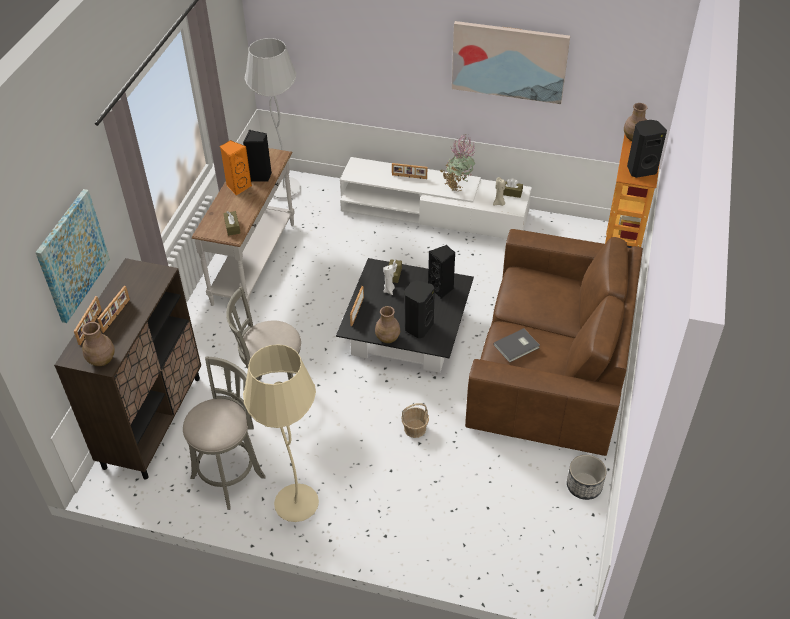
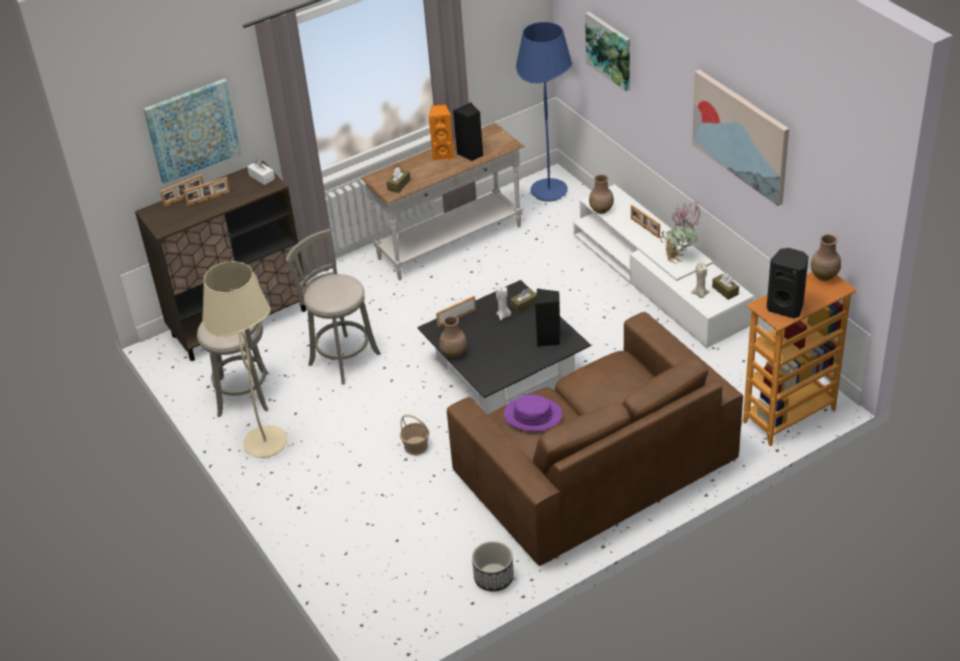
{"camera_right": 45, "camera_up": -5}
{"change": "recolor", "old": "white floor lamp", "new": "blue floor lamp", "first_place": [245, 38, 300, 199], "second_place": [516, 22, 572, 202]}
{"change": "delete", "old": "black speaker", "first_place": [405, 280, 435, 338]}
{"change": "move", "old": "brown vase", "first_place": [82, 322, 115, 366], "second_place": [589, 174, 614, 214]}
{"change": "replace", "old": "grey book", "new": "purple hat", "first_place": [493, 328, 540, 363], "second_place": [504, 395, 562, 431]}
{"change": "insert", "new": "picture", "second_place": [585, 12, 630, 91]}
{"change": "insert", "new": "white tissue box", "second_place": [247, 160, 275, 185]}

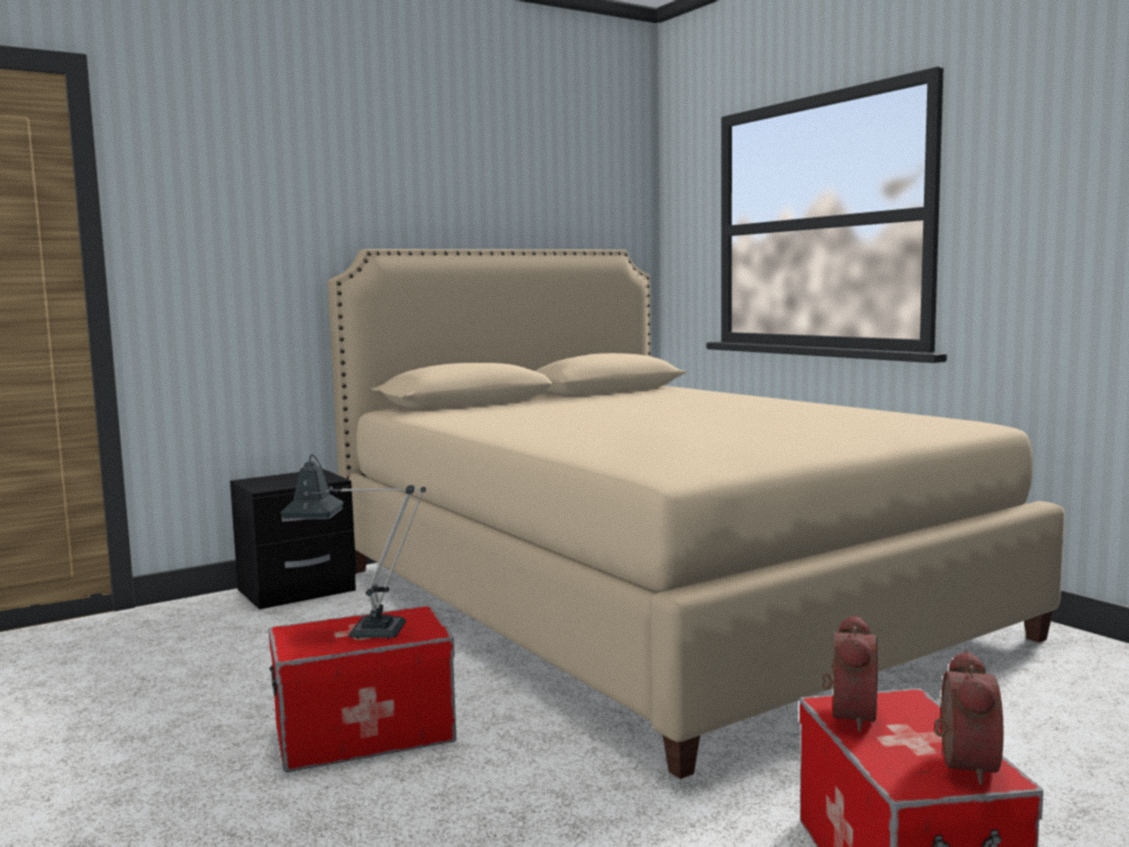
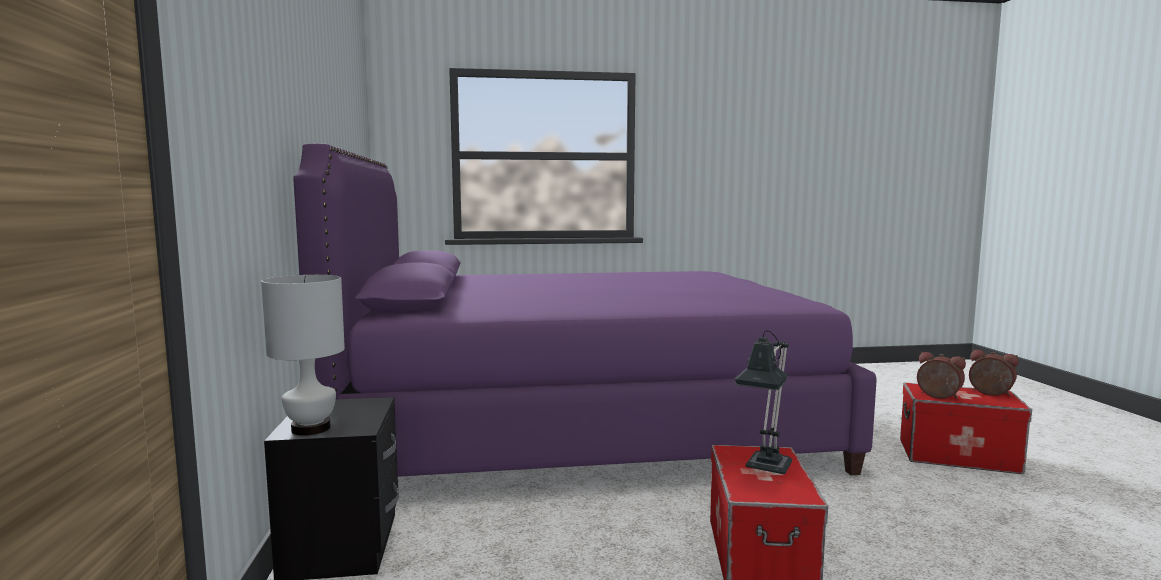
{"camera_right": -65, "camera_up": 0}
{"change": "recolor", "old": "beige bed", "new": "purple bed", "first_place": [327, 249, 1065, 779], "second_place": [294, 143, 877, 477]}
{"change": "insert", "new": "white table lamp", "second_place": [261, 275, 345, 436]}

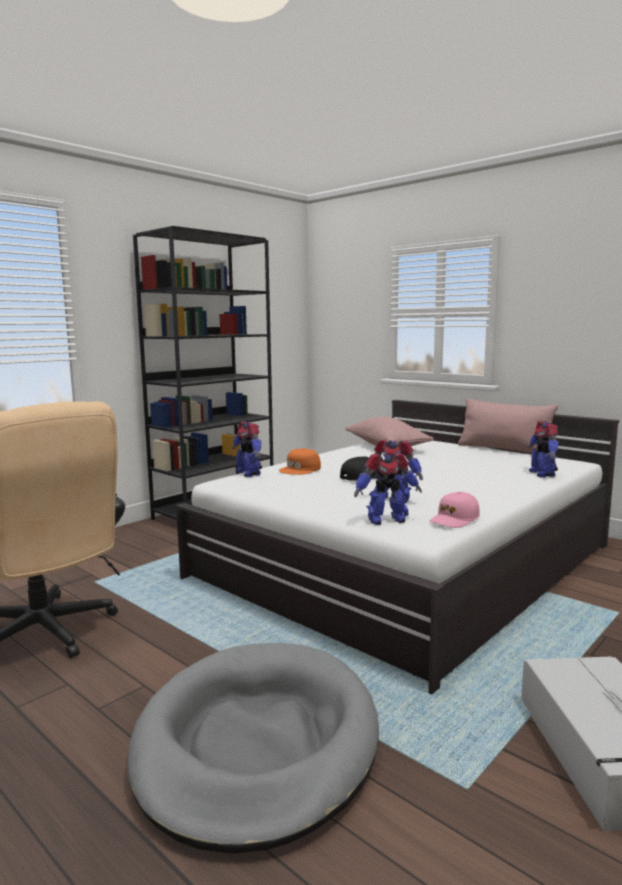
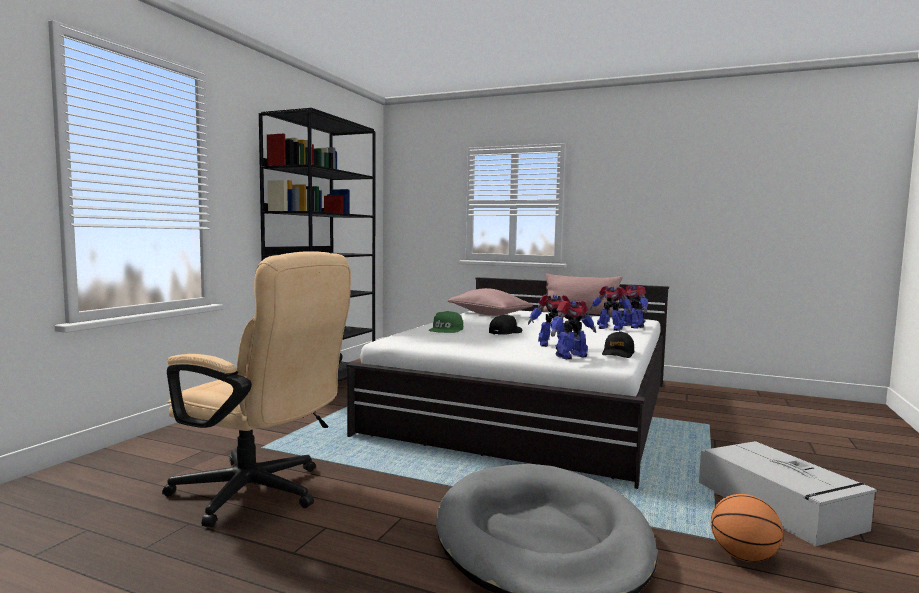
{"camera_right": -20, "camera_up": -5}
{"change": "move", "old": "toy robot", "first_place": [232, 421, 262, 477], "second_place": [590, 286, 632, 331]}
{"change": "recolor", "old": "orange cap", "new": "green cap", "first_place": [279, 448, 321, 475], "second_place": [429, 311, 463, 333]}
{"change": "recolor", "old": "pink cap", "new": "black cap", "first_place": [429, 492, 480, 528], "second_place": [602, 331, 635, 358]}
{"change": "insert", "new": "basketball", "second_place": [711, 494, 783, 562]}

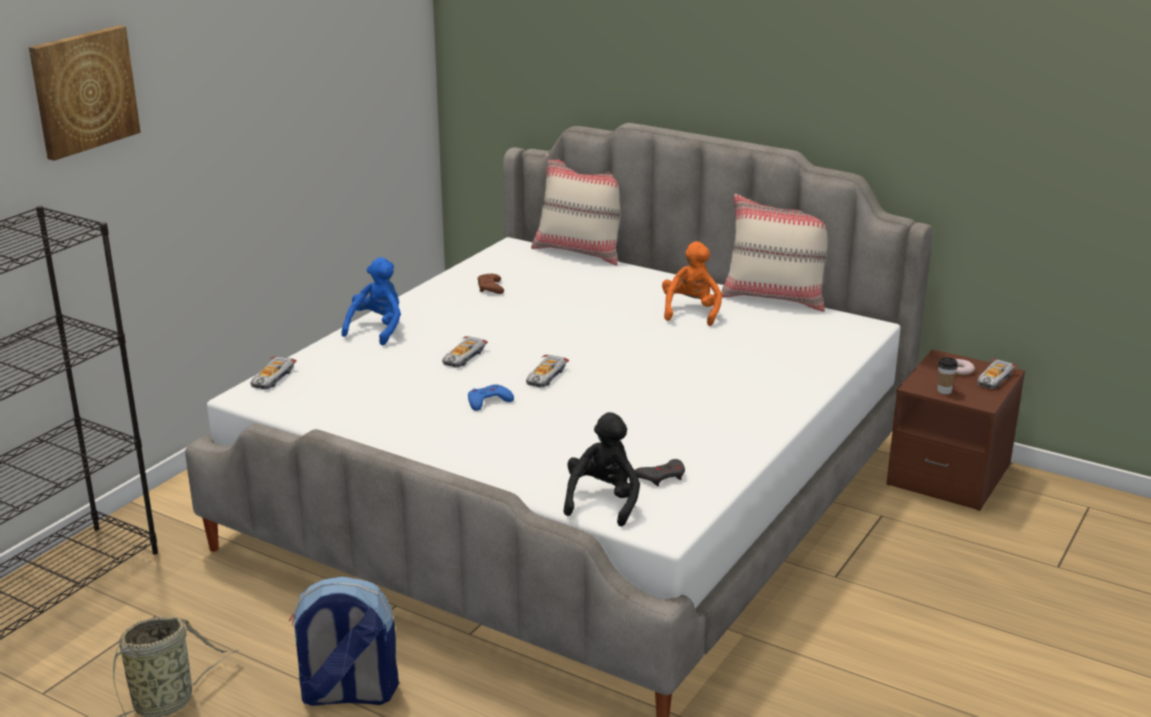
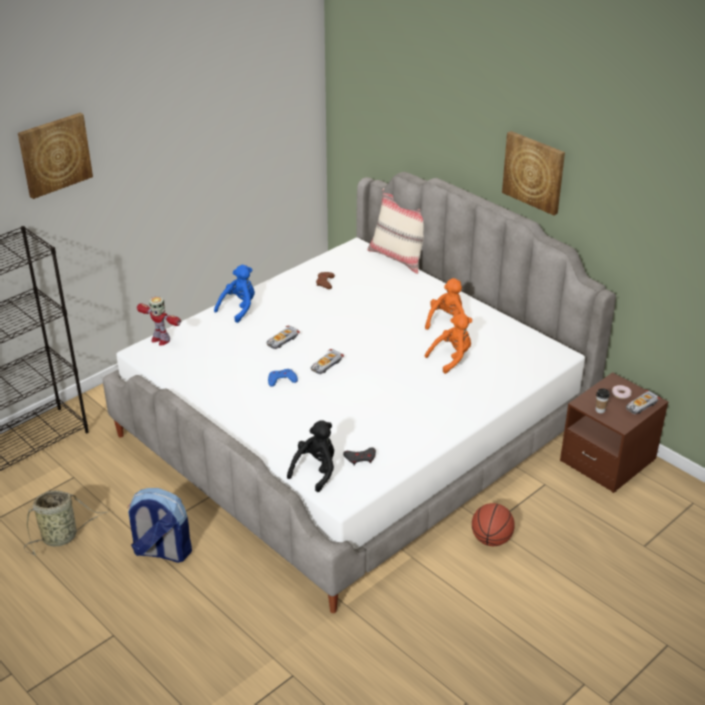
{"camera_right": 15, "camera_up": 10}
{"change": "delete", "old": "beige pillow", "first_place": [721, 194, 828, 312]}
{"change": "replace", "old": "toy car", "new": "toy robot", "first_place": [251, 356, 297, 389], "second_place": [137, 296, 181, 346]}
{"change": "insert", "new": "picture", "second_place": [502, 131, 565, 215]}
{"change": "insert", "new": "orange plush toy", "second_place": [425, 313, 472, 374]}
{"change": "insert", "new": "basketball", "second_place": [472, 503, 515, 546]}

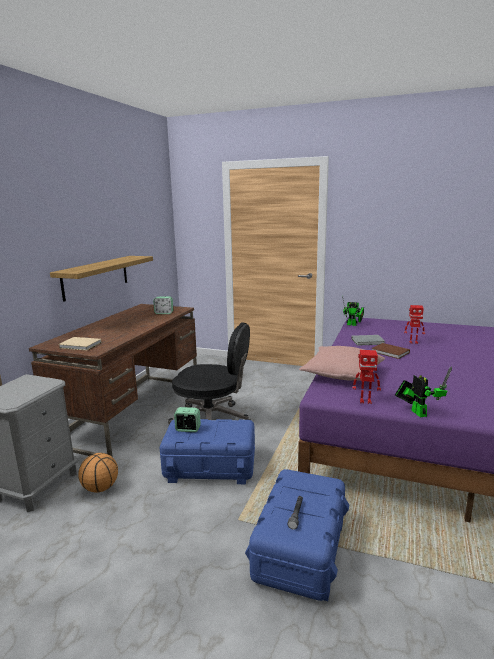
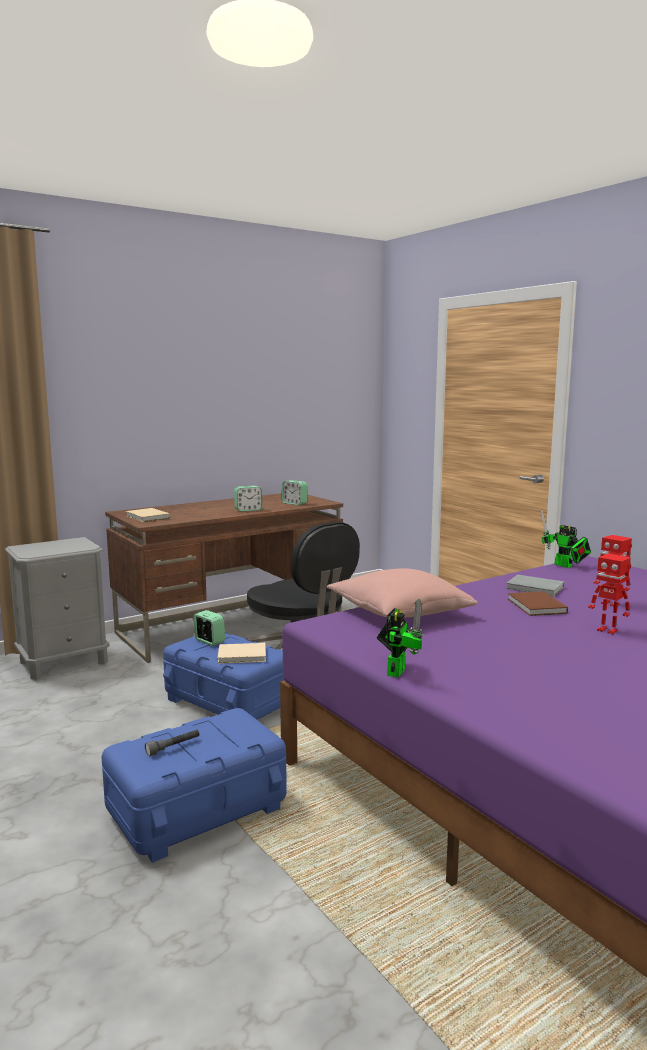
{"camera_right": 35, "camera_up": -5}
{"change": "delete", "old": "shelf", "first_place": [50, 256, 153, 302]}
{"change": "move", "old": "toy robot", "first_place": [352, 350, 381, 404], "second_place": [588, 553, 631, 635]}
{"change": "delete", "old": "basketball", "first_place": [78, 453, 118, 493]}
{"change": "insert", "new": "alarm clock", "second_place": [234, 486, 263, 512]}
{"change": "insert", "new": "beige book", "second_place": [218, 643, 266, 664]}

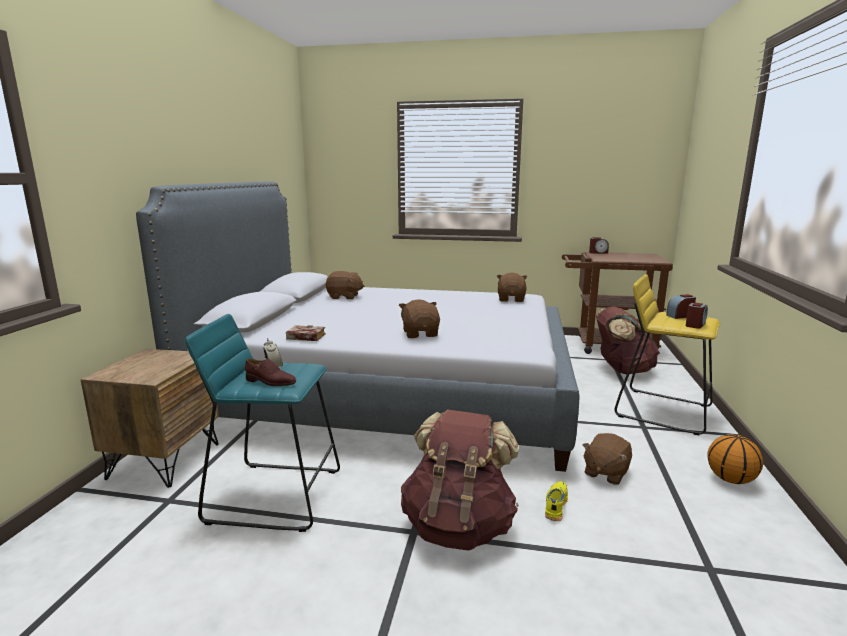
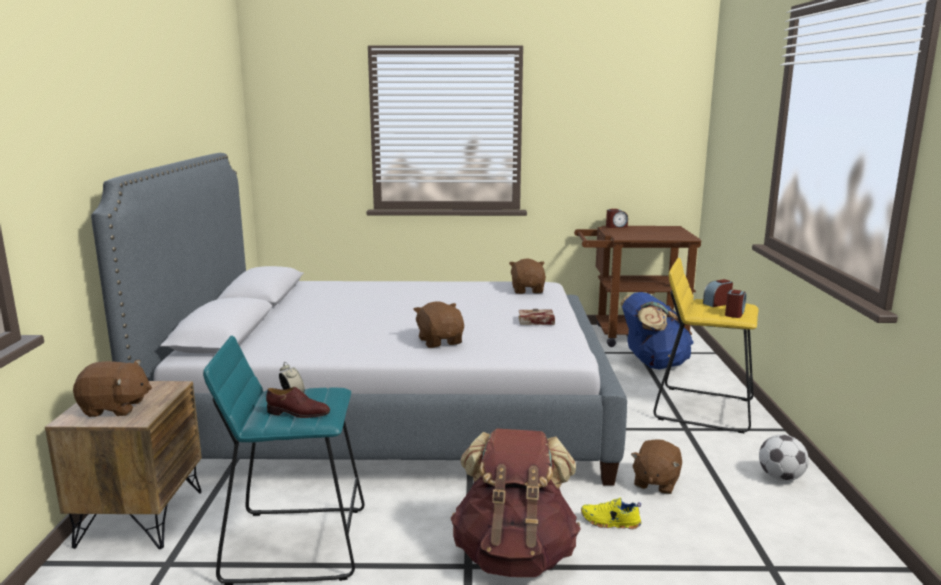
{"camera_right": -10, "camera_up": 0}
{"change": "move", "old": "brown plush toy", "first_place": [326, 271, 364, 299], "second_place": [73, 360, 152, 417]}
{"change": "recolor", "old": "brown backpack", "new": "blue backpack", "first_place": [595, 307, 660, 374], "second_place": [619, 292, 694, 370]}
{"change": "move", "old": "book", "first_place": [286, 325, 325, 341], "second_place": [519, 309, 555, 325]}
{"change": "replace", "old": "basketball", "new": "football", "first_place": [707, 434, 763, 484], "second_place": [759, 434, 809, 481]}
{"change": "rotate", "old": "yellow shoe", "first_place": [545, 481, 568, 521], "second_place": [581, 498, 642, 529], "degrees": -90}

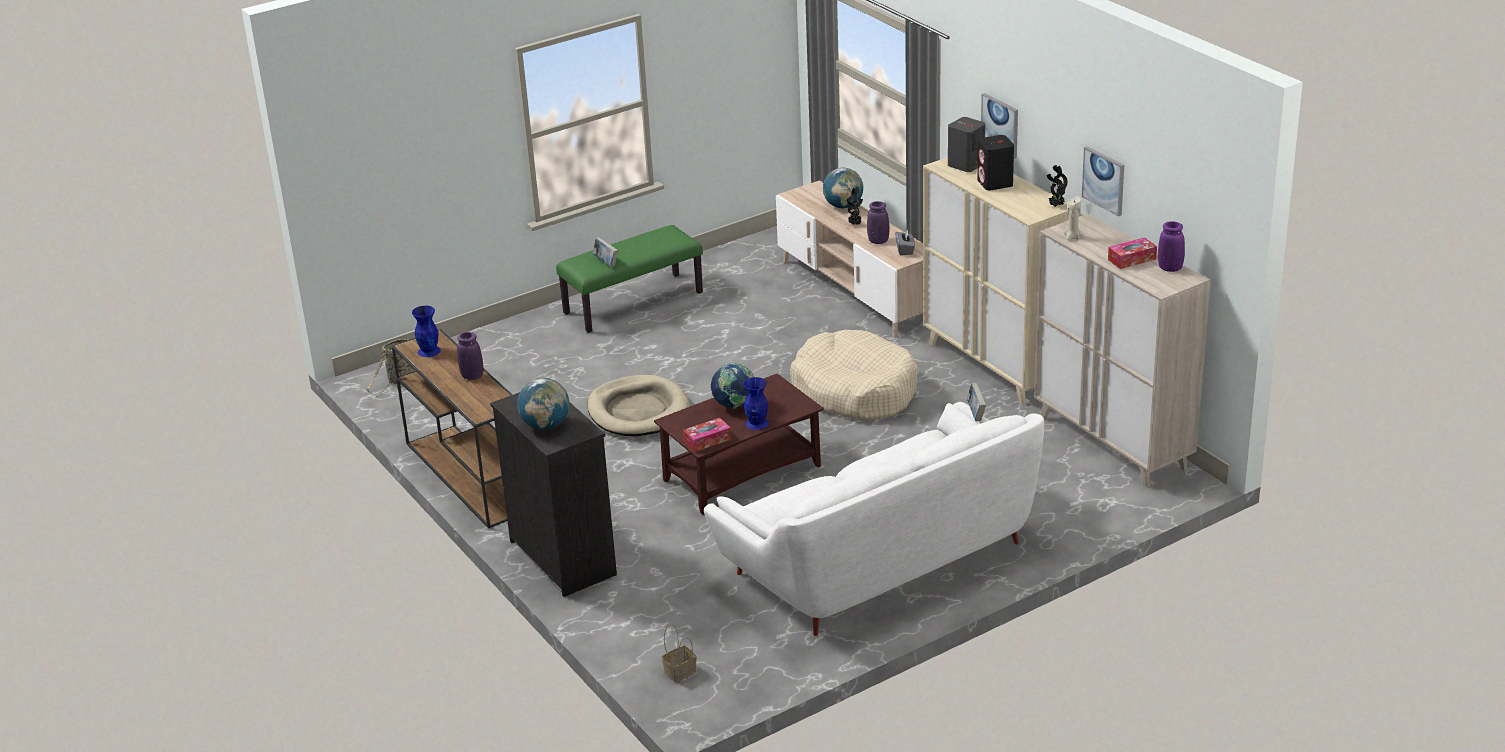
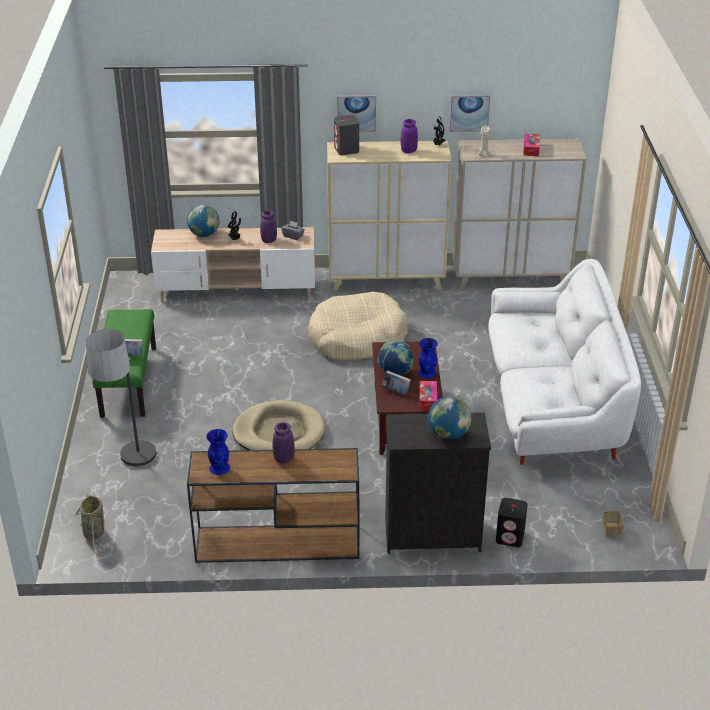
{"camera_right": -60, "camera_up": 5}
{"change": "move", "old": "black speaker", "first_place": [977, 135, 1014, 190], "second_place": [496, 498, 528, 547]}
{"change": "move", "old": "purple vase", "first_place": [1158, 221, 1185, 272], "second_place": [401, 119, 418, 153]}
{"change": "move", "old": "book", "first_place": [967, 383, 986, 421], "second_place": [382, 370, 411, 395]}
{"change": "insert", "new": "floor lamp", "second_place": [86, 329, 162, 470]}

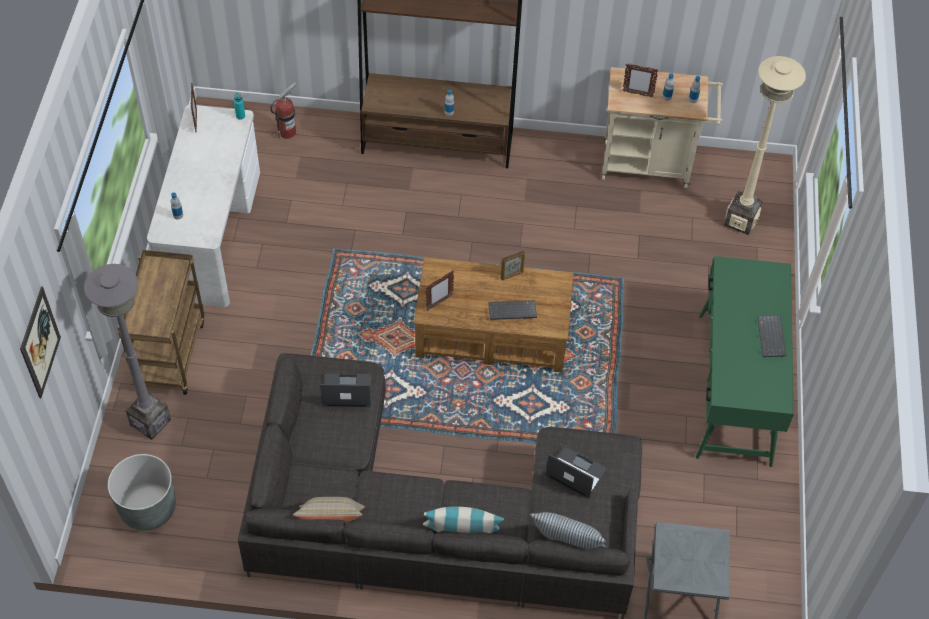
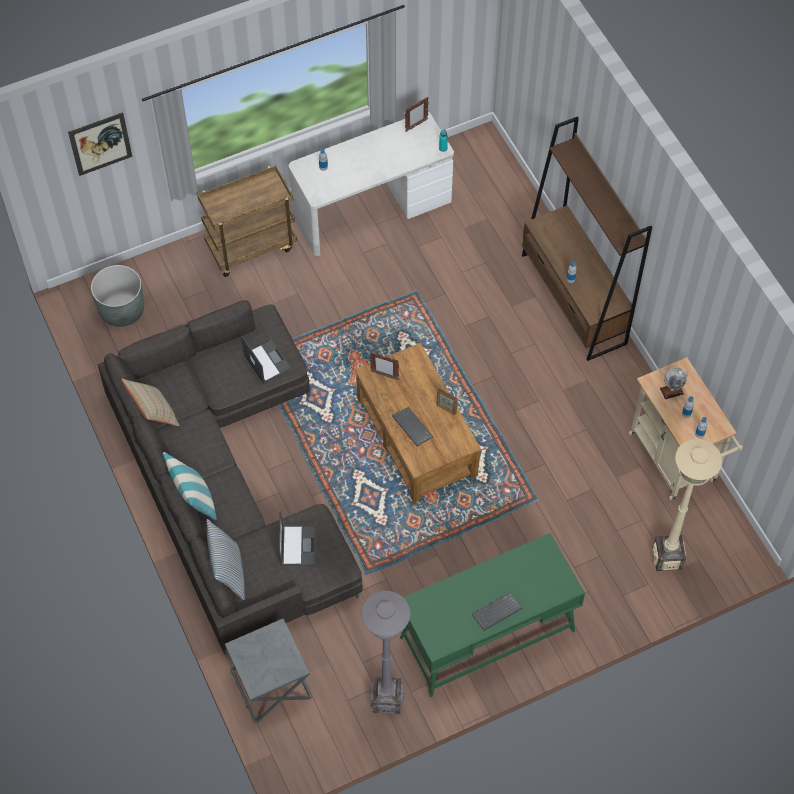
{"camera_right": 60, "camera_up": 5}
{"change": "replace", "old": "picture frame", "new": "globe", "first_place": [623, 64, 659, 98], "second_place": [660, 367, 688, 400]}
{"change": "delete", "old": "fire extinguisher", "first_place": [270, 82, 297, 139]}
{"change": "move", "old": "grey floor lamp", "first_place": [84, 264, 171, 440], "second_place": [361, 591, 411, 714]}

